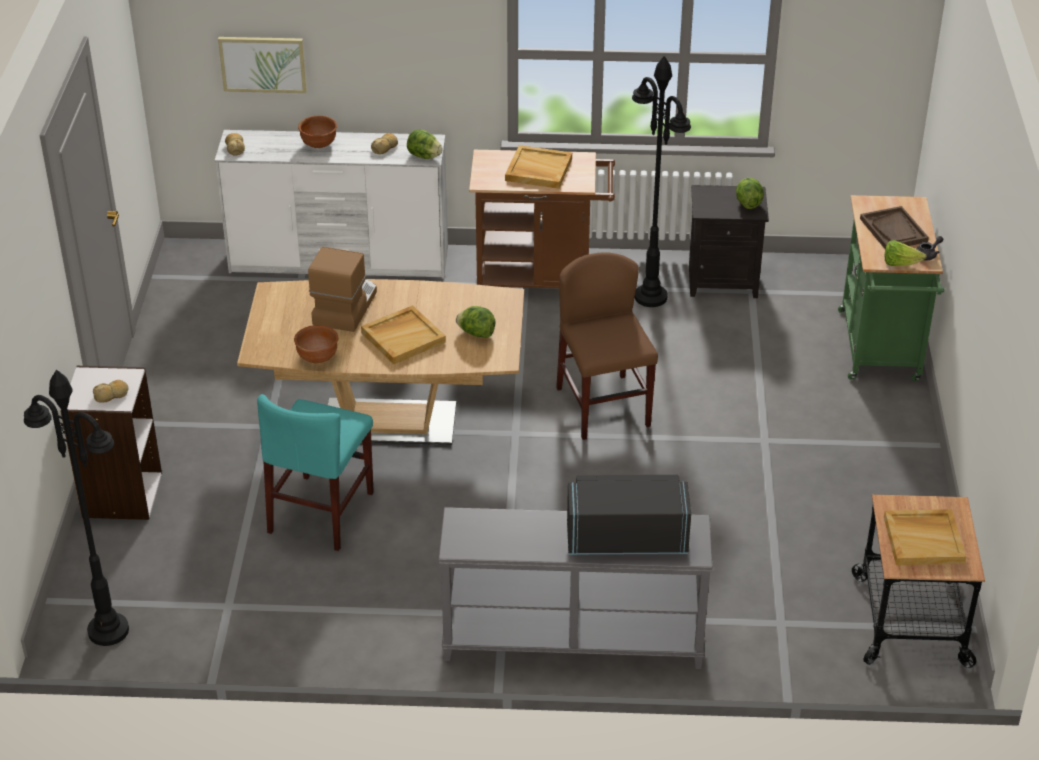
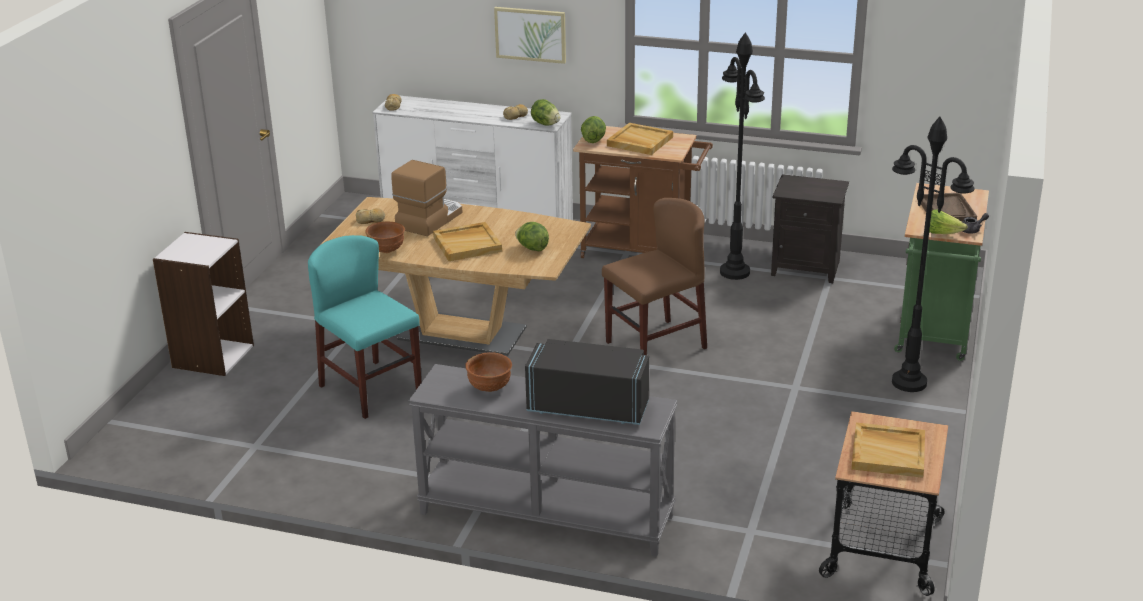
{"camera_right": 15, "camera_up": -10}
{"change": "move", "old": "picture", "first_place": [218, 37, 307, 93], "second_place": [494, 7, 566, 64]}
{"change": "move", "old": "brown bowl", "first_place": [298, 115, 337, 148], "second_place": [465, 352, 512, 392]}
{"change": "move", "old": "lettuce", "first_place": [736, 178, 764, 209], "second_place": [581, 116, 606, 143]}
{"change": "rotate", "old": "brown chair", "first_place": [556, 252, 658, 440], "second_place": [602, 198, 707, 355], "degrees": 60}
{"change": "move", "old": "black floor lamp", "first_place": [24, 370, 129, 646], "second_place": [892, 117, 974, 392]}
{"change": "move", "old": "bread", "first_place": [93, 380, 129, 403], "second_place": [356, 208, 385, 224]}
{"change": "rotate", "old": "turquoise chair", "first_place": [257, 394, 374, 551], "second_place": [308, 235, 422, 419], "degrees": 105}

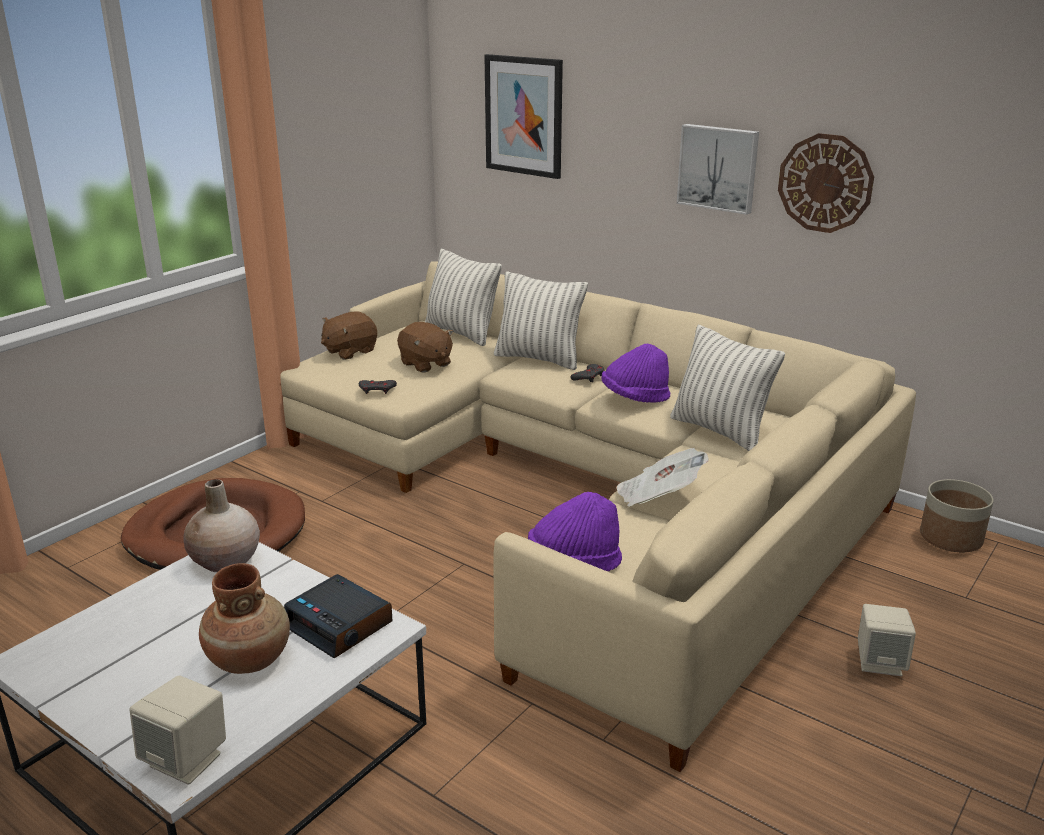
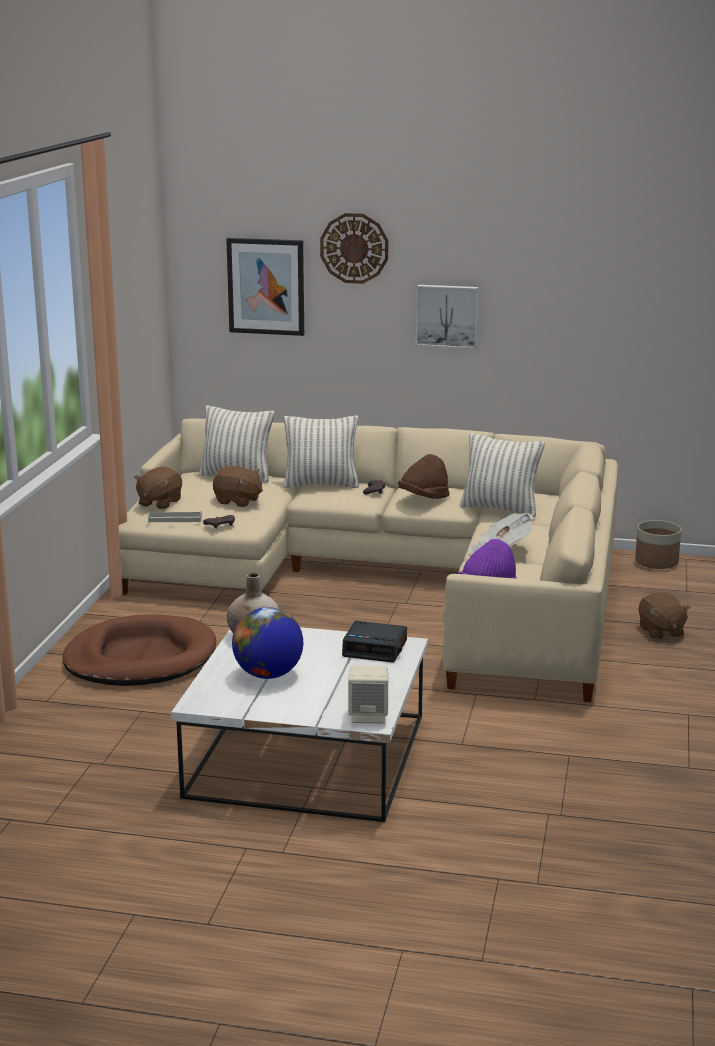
{"camera_right": -25, "camera_up": -5}
{"change": "move", "old": "wall clock", "first_place": [778, 133, 874, 233], "second_place": [320, 213, 388, 284]}
{"change": "recolor", "old": "purple hat", "new": "brown hat", "first_place": [601, 344, 670, 403], "second_place": [398, 454, 450, 499]}
{"change": "delete", "old": "brown vase", "first_place": [199, 563, 290, 674]}
{"change": "replace", "old": "beige speaker", "new": "brown plush toy", "first_place": [858, 604, 916, 676], "second_place": [639, 592, 690, 639]}
{"change": "insert", "new": "grey tray", "second_place": [148, 511, 202, 522]}
{"change": "insert", "new": "globe", "second_place": [232, 607, 303, 679]}

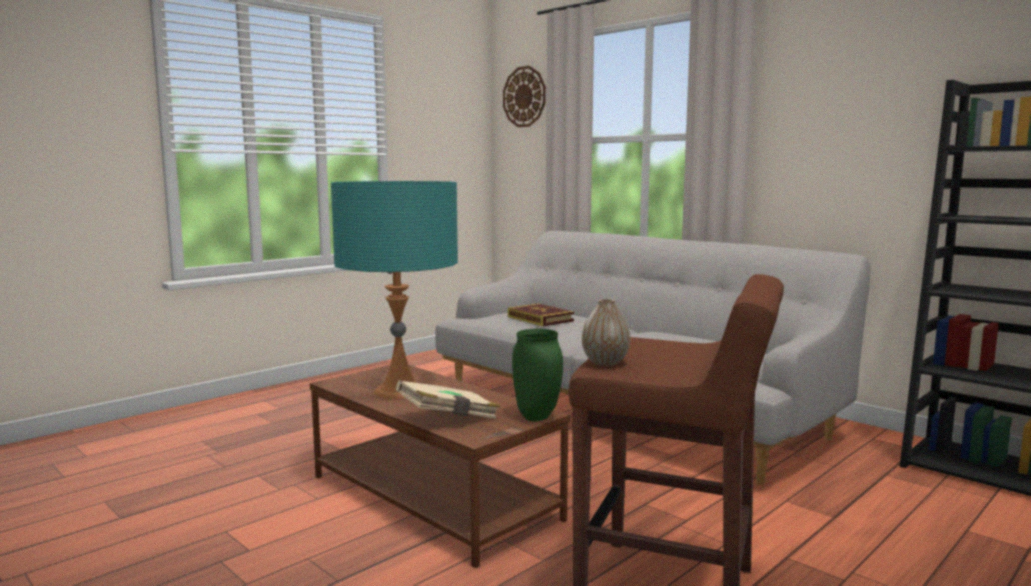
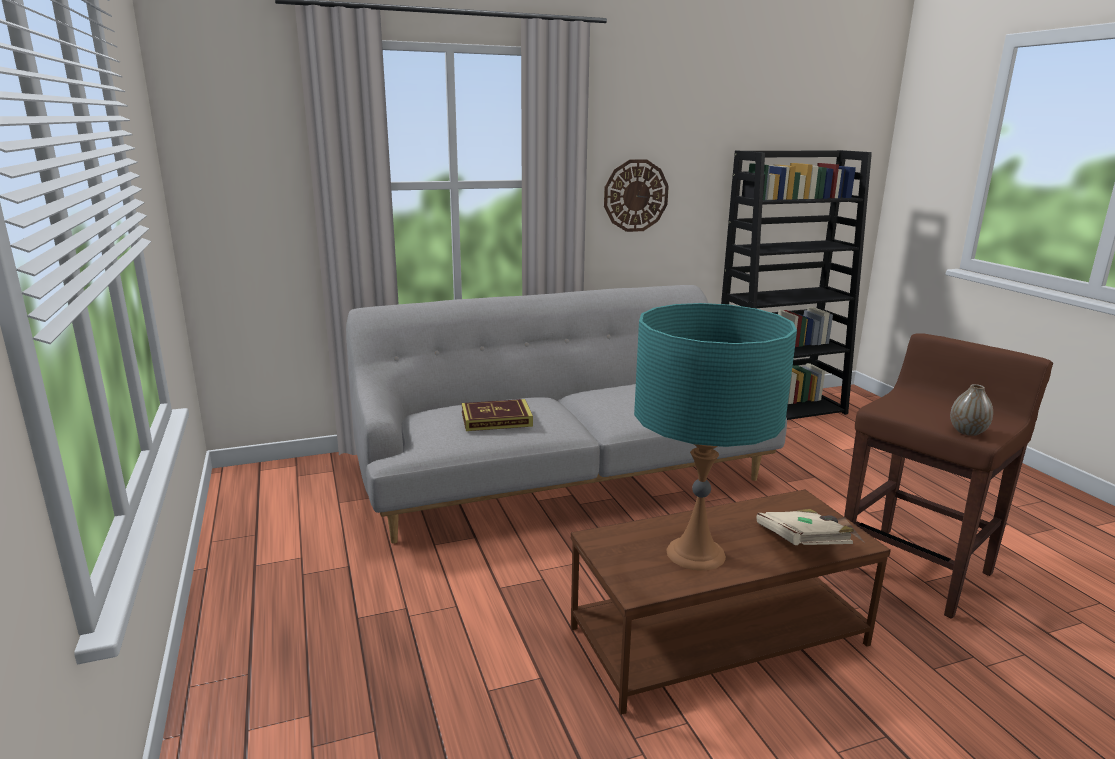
{"camera_right": -65, "camera_up": 10}
{"change": "move", "old": "wall clock", "first_place": [503, 66, 546, 127], "second_place": [604, 159, 669, 232]}
{"change": "delete", "old": "green vase", "first_place": [512, 329, 563, 421]}

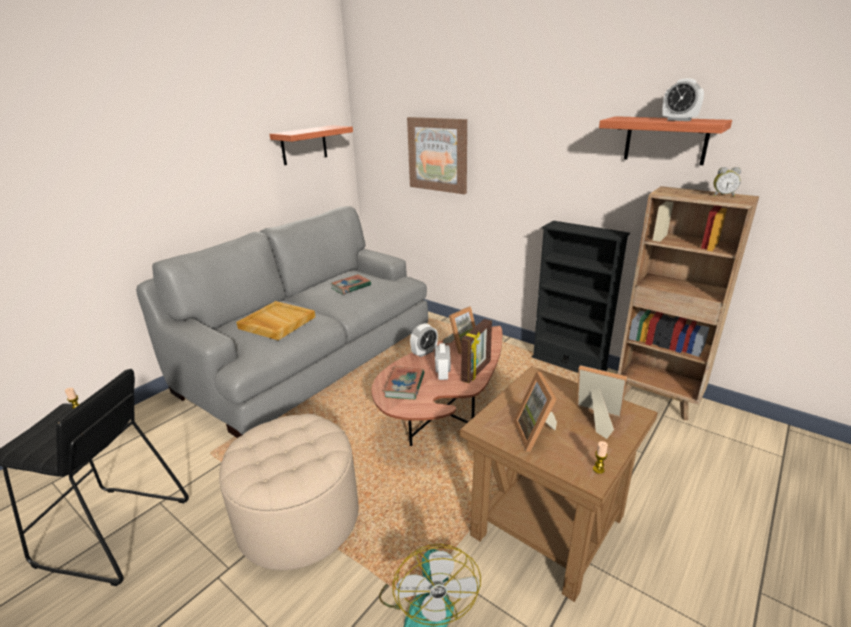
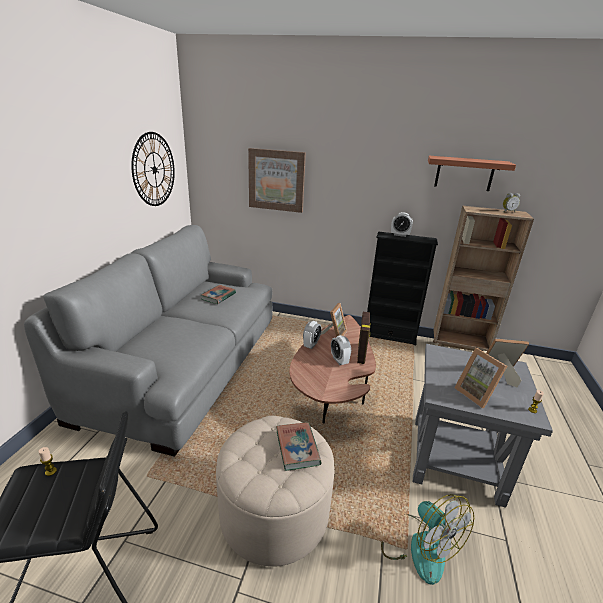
{"camera_right": -25, "camera_up": 0}
{"change": "move", "old": "alarm clock", "first_place": [662, 78, 704, 121], "second_place": [391, 212, 413, 237]}
{"change": "replace", "old": "shelf", "new": "wall clock", "first_place": [270, 125, 353, 165], "second_place": [131, 132, 175, 206]}
{"change": "delete", "old": "beige tray", "first_place": [236, 301, 315, 340]}
{"change": "move", "old": "book", "first_place": [384, 366, 425, 399], "second_place": [276, 422, 322, 471]}
{"change": "recolor", "old": "brown side table", "new": "grey side table", "first_place": [460, 366, 658, 602], "second_place": [413, 344, 553, 508]}

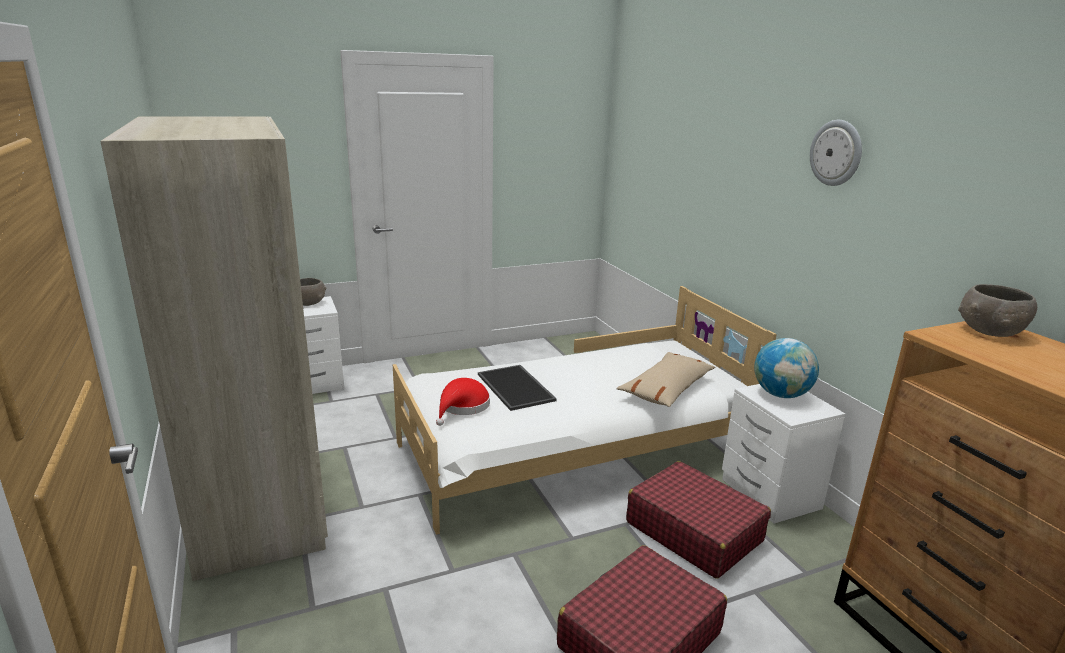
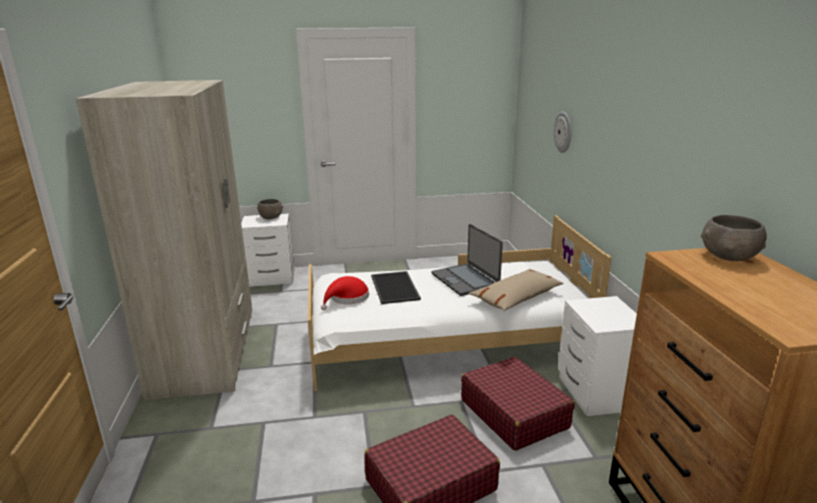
{"camera_right": 15, "camera_up": 0}
{"change": "move", "old": "wall clock", "first_place": [810, 120, 862, 186], "second_place": [554, 112, 571, 153]}
{"change": "delete", "old": "globe", "first_place": [754, 338, 819, 398]}
{"change": "insert", "new": "laptop", "second_place": [431, 224, 503, 296]}

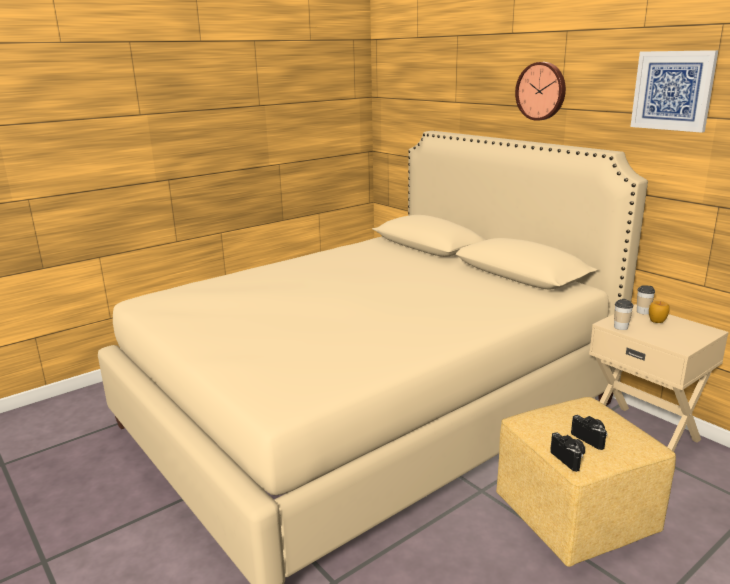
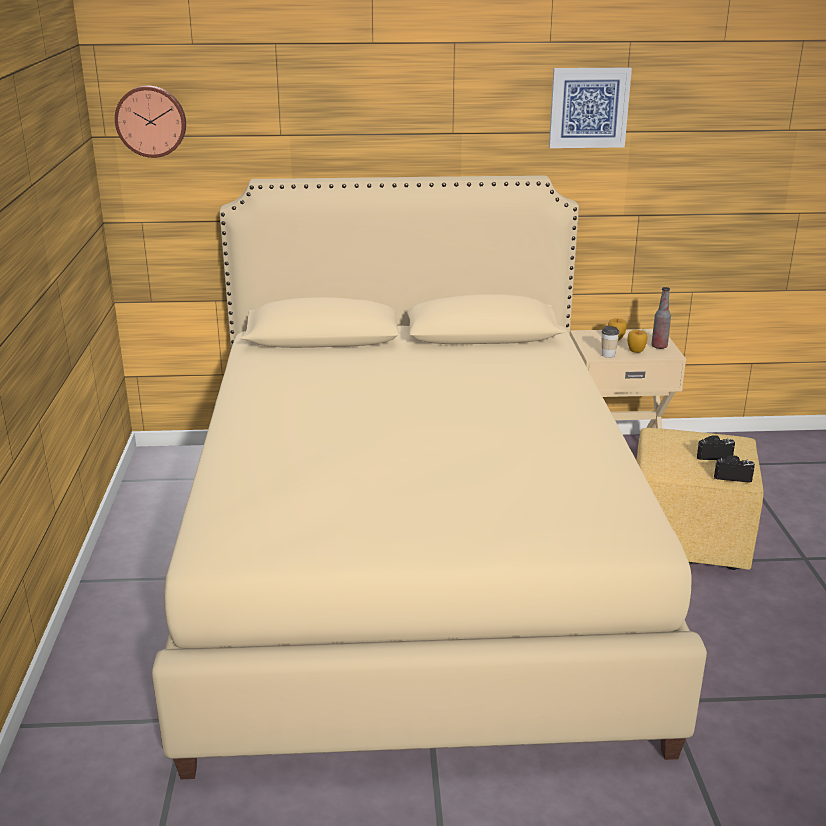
{"camera_right": -55, "camera_up": 5}
{"change": "move", "old": "wall clock", "first_place": [515, 62, 566, 121], "second_place": [115, 86, 186, 158]}
{"change": "delete", "old": "cup", "first_place": [637, 285, 655, 315]}
{"change": "insert", "new": "bottle", "second_place": [651, 287, 671, 349]}
{"change": "insert", "new": "apple", "second_place": [627, 330, 648, 353]}

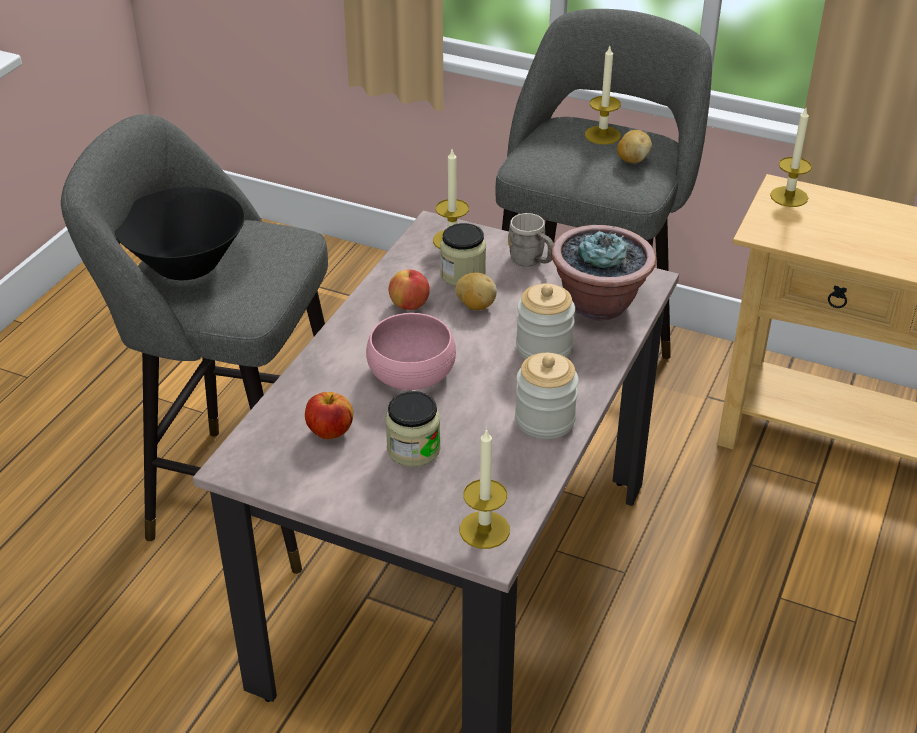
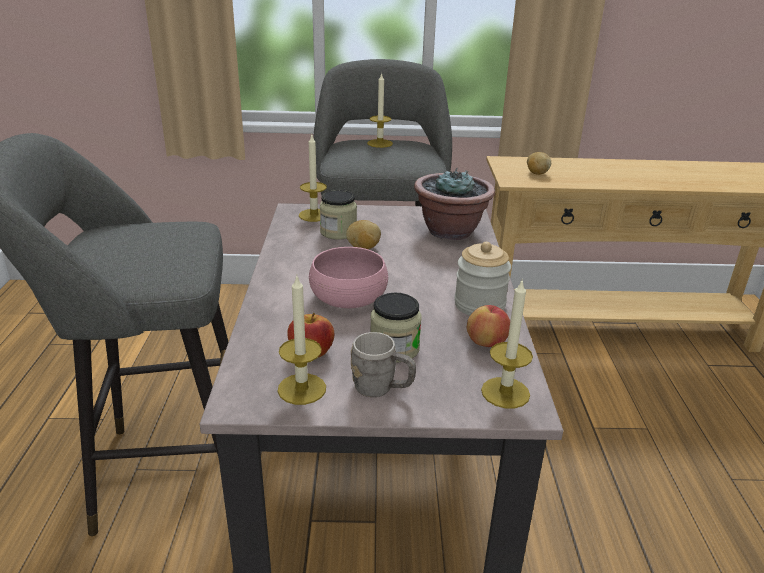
{"camera_right": -25, "camera_up": -10}
{"change": "move", "old": "candle", "first_place": [770, 108, 812, 207], "second_place": [278, 276, 326, 405]}
{"change": "move", "old": "potato", "first_place": [617, 130, 652, 163], "second_place": [527, 152, 551, 175]}
{"change": "delete", "old": "black bowl", "first_place": [115, 187, 245, 280]}
{"change": "move", "old": "grey mug", "first_place": [508, 213, 554, 267], "second_place": [351, 332, 416, 397]}
{"change": "move", "old": "apple", "first_place": [388, 269, 430, 310], "second_place": [467, 305, 510, 347]}
{"change": "delete", "old": "jar", "first_place": [516, 283, 575, 360]}

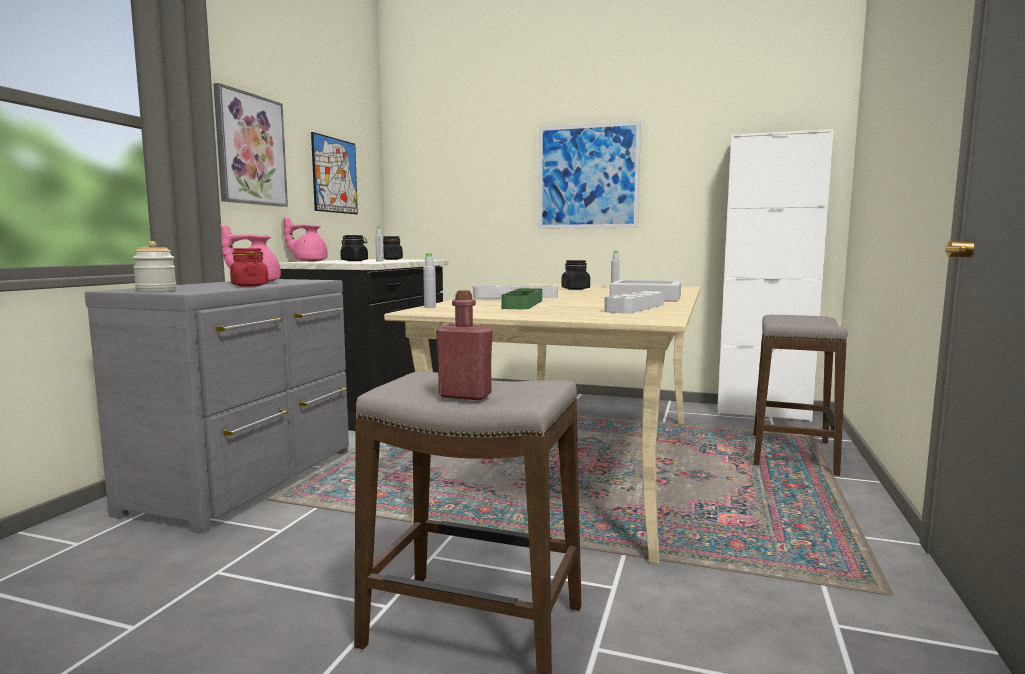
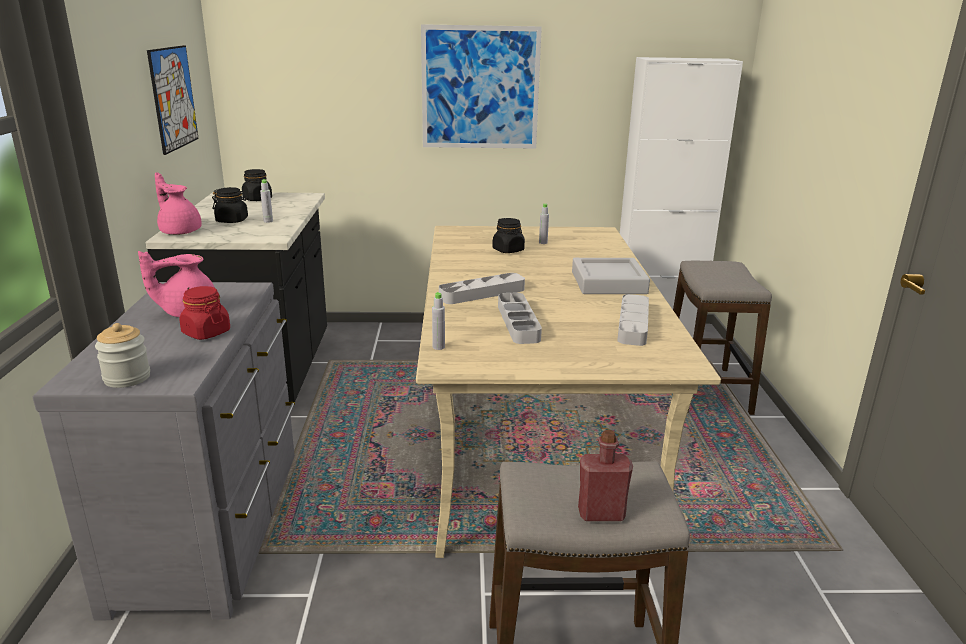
{"camera_right": -20, "camera_up": 15}
{"change": "delete", "old": "picture", "first_place": [213, 83, 288, 207]}
{"change": "rotate", "old": "pink teapot", "first_place": [284, 217, 328, 262], "second_place": [155, 173, 202, 235], "degrees": 60}
{"change": "recolor", "old": "green tray", "new": "grey tray", "first_place": [501, 288, 542, 309], "second_place": [498, 293, 542, 344]}

